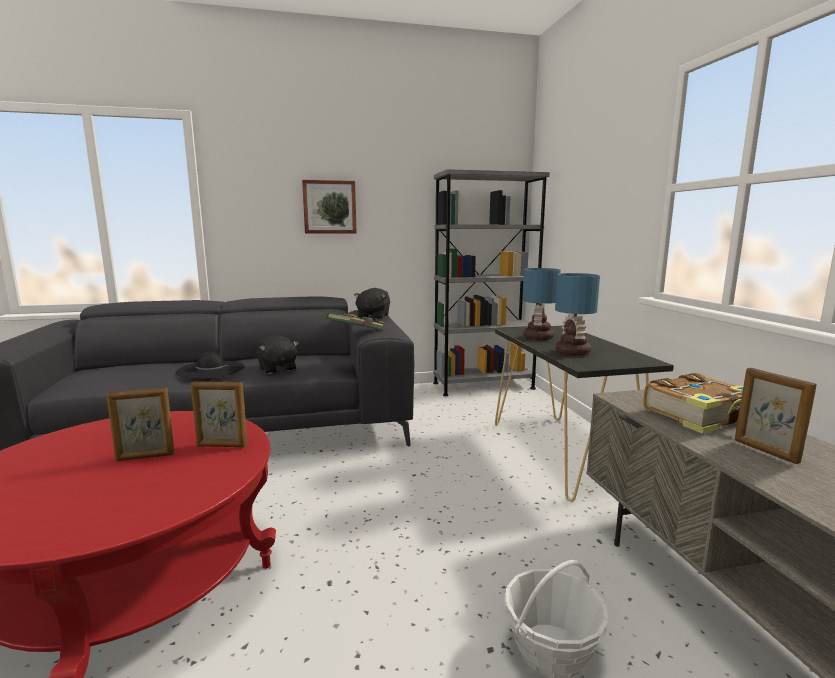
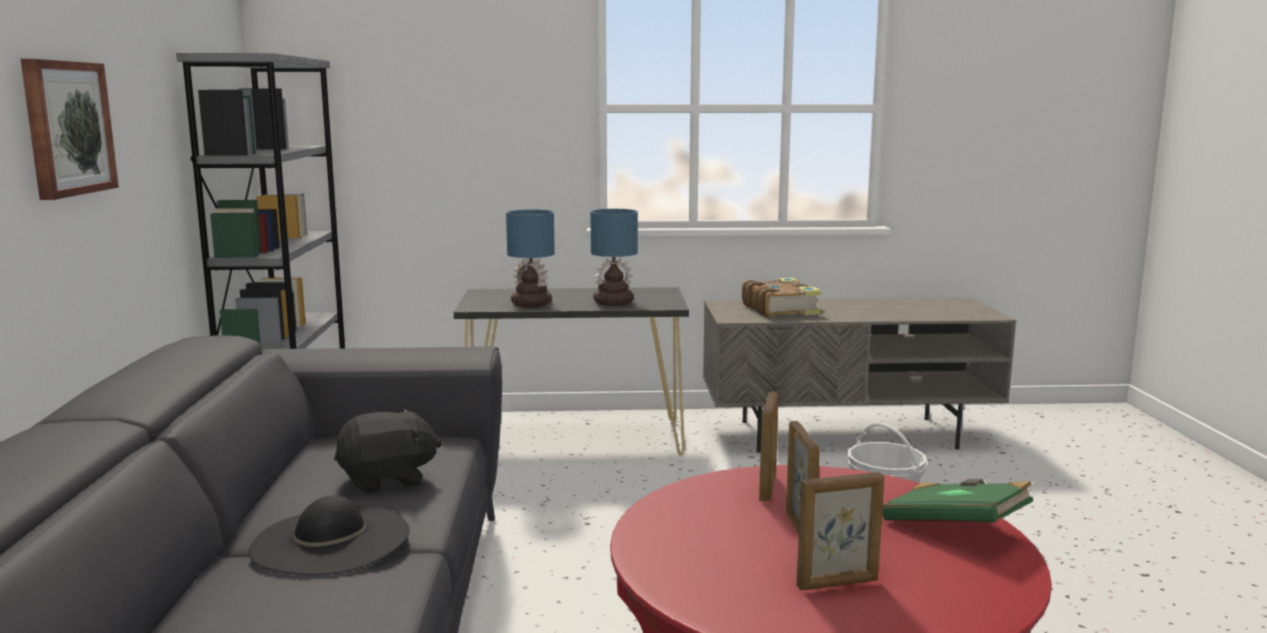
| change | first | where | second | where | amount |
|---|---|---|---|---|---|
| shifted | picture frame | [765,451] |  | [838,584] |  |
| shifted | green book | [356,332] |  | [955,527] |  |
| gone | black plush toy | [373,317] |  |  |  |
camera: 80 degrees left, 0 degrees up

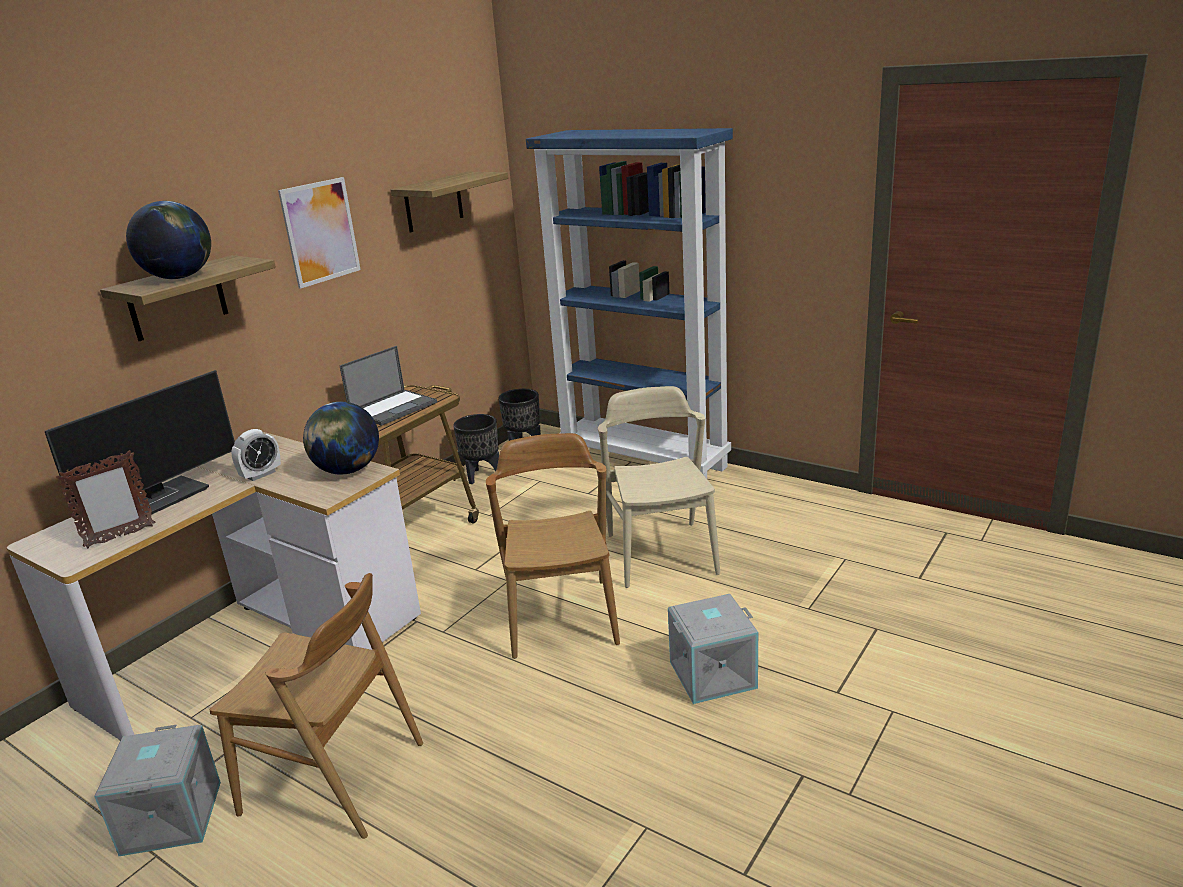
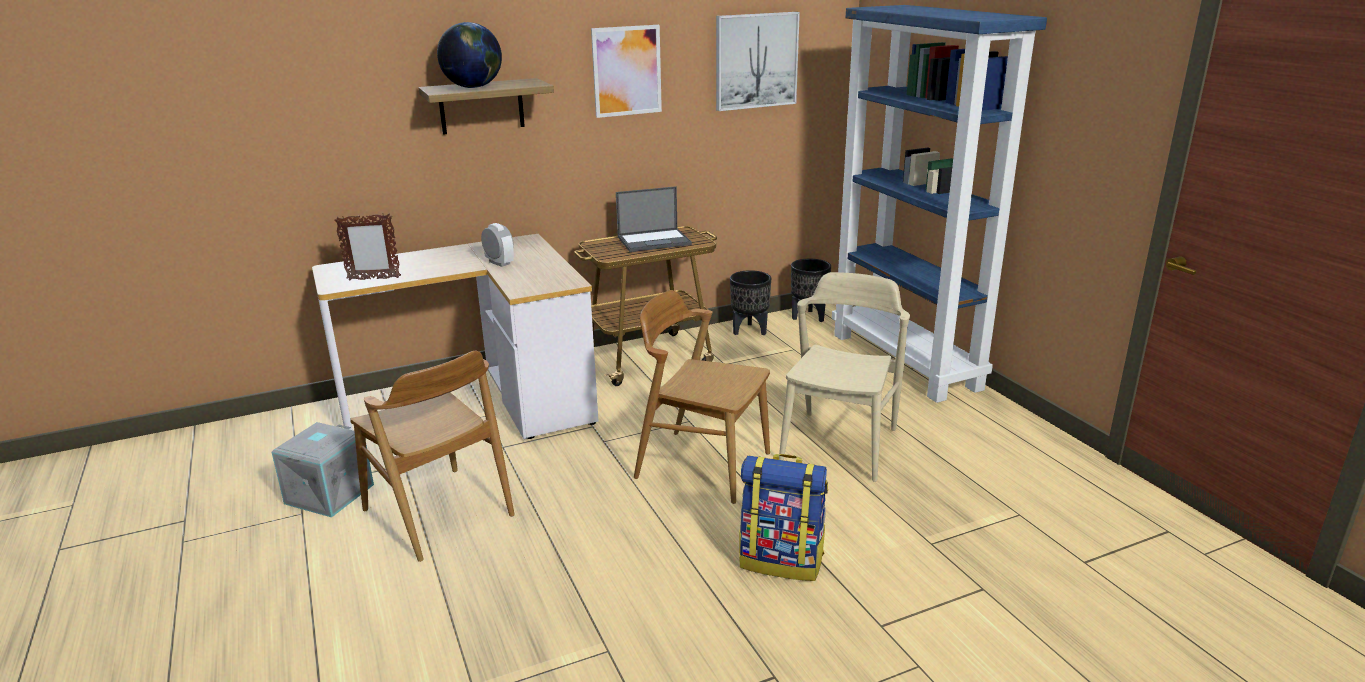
| change | first | where | second | where | amount |
|---|---|---|---|---|---|
| rotated | alarm clock | [261,474] |  | [499,263] | 120 degrees counterclockwise |
| rotated | brown chair | [562,617] |  | [702,465] | 90 degrees counterclockwise |
| swapped | shelf | [433,202] | picture | [756,61] |  |
| swapped | grey storage box | [712,673] | backpack | [782,560] |  |
| gone | monitor | [161,498] |  |  |  |
| gone | globe | [347,470] |  |  |  |
camera: 30 degrees right, 0 degrees up

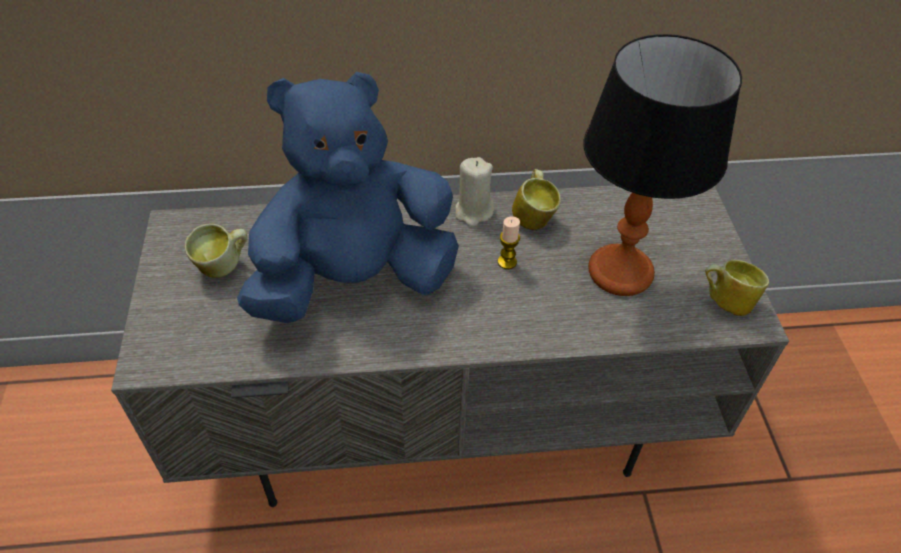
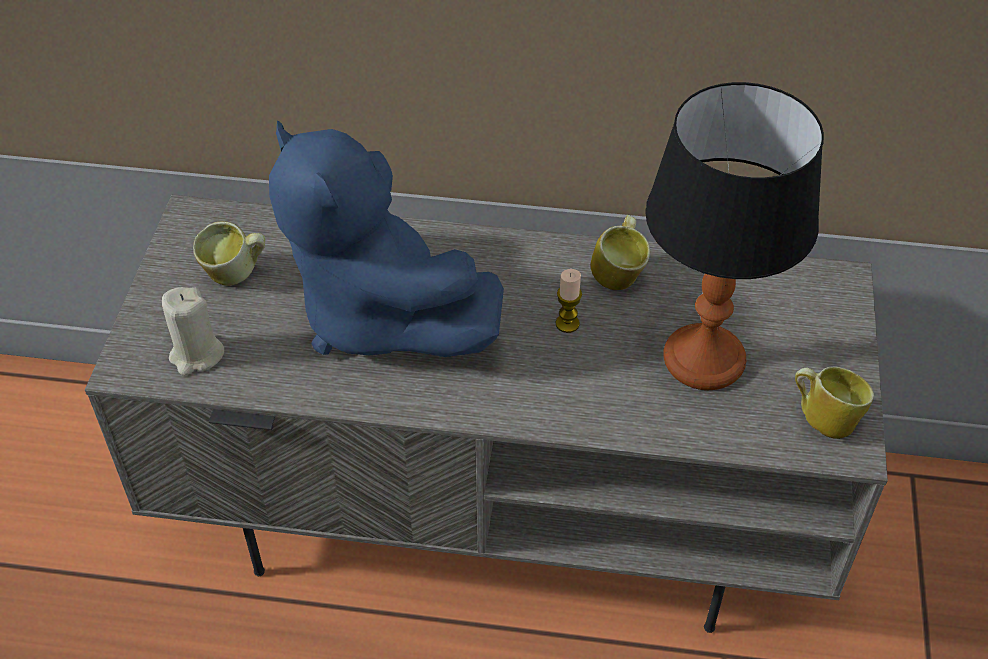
| change | first | where | second | where | amount |
|---|---|---|---|---|---|
| shifted | beige candle | [473,212] |  | [196,355] |  |
| rotated | blue plush toy | [354,280] |  | [379,315] | 120 degrees counterclockwise |
camera: 15 degrees right, 0 degrees up

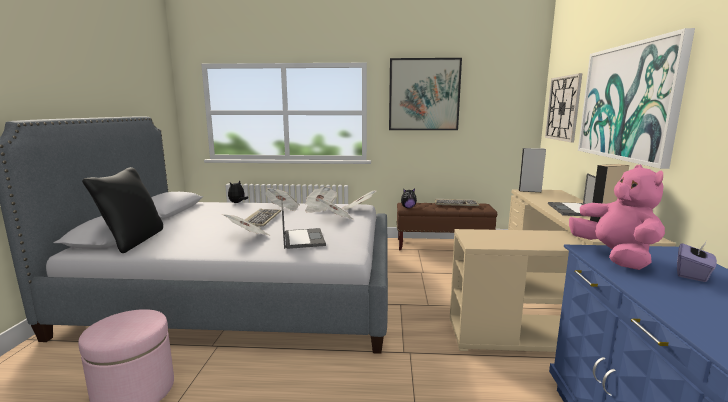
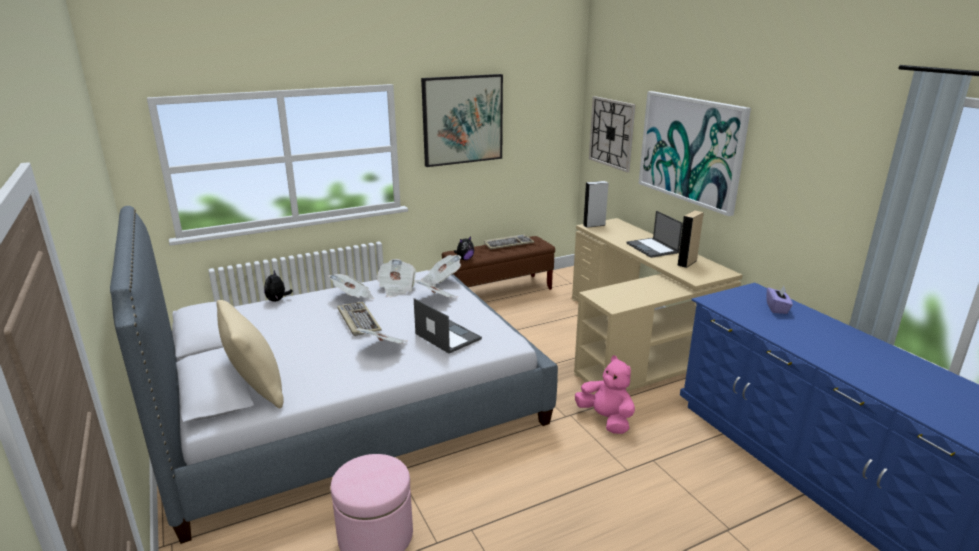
| change | first | where | second | where | amount |
|---|---|---|---|---|---|
| repainted | black pillow | [133,240] | beige pillow | [256,390] |  |
| shifted | pink plush toy | [614,257] |  | [606,419] |  |
camera: 30 degrees left, 10 degrees up

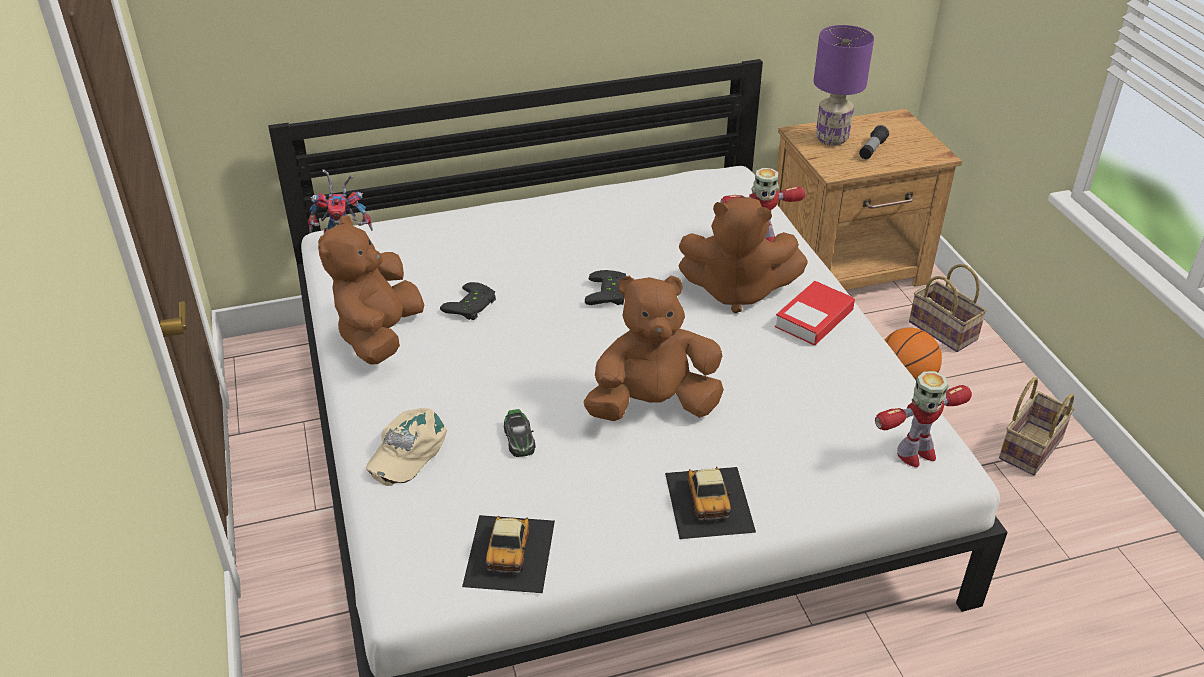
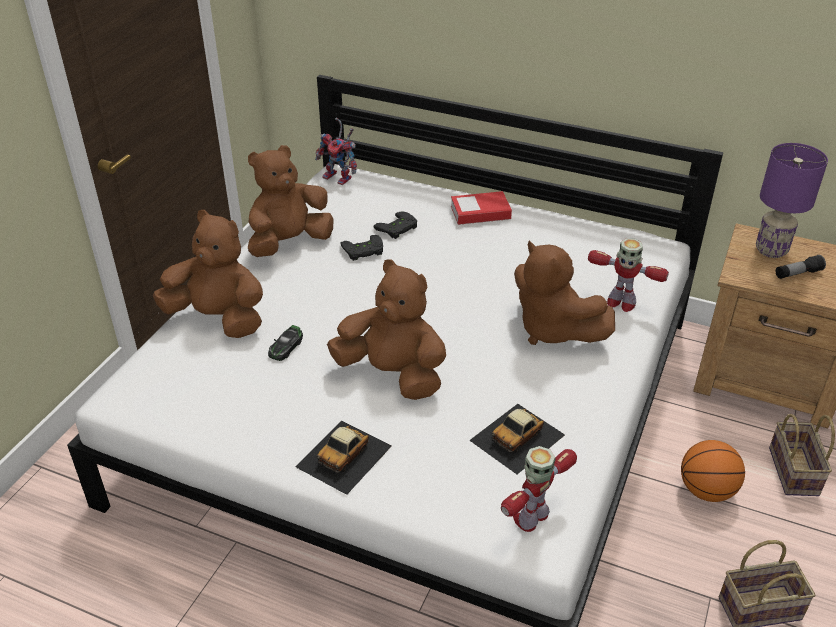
| change | first | where | second | where | amount |
|---|---|---|---|---|---|
| swapped | beige cap | [407,450] | brown plush toy | [218,318] |  |
| shifted | black game controller | [610,292] |  | [398,229] |  |
| shifted | book | [814,319] |  | [480,213] |  |
| shifted | toy car | [510,552] |  | [518,437] |  |
| rotated | toy robot | [915,453] |  | [532,517] | 120 degrees clockwise |
camera: 40 degrees right, 0 degrees up

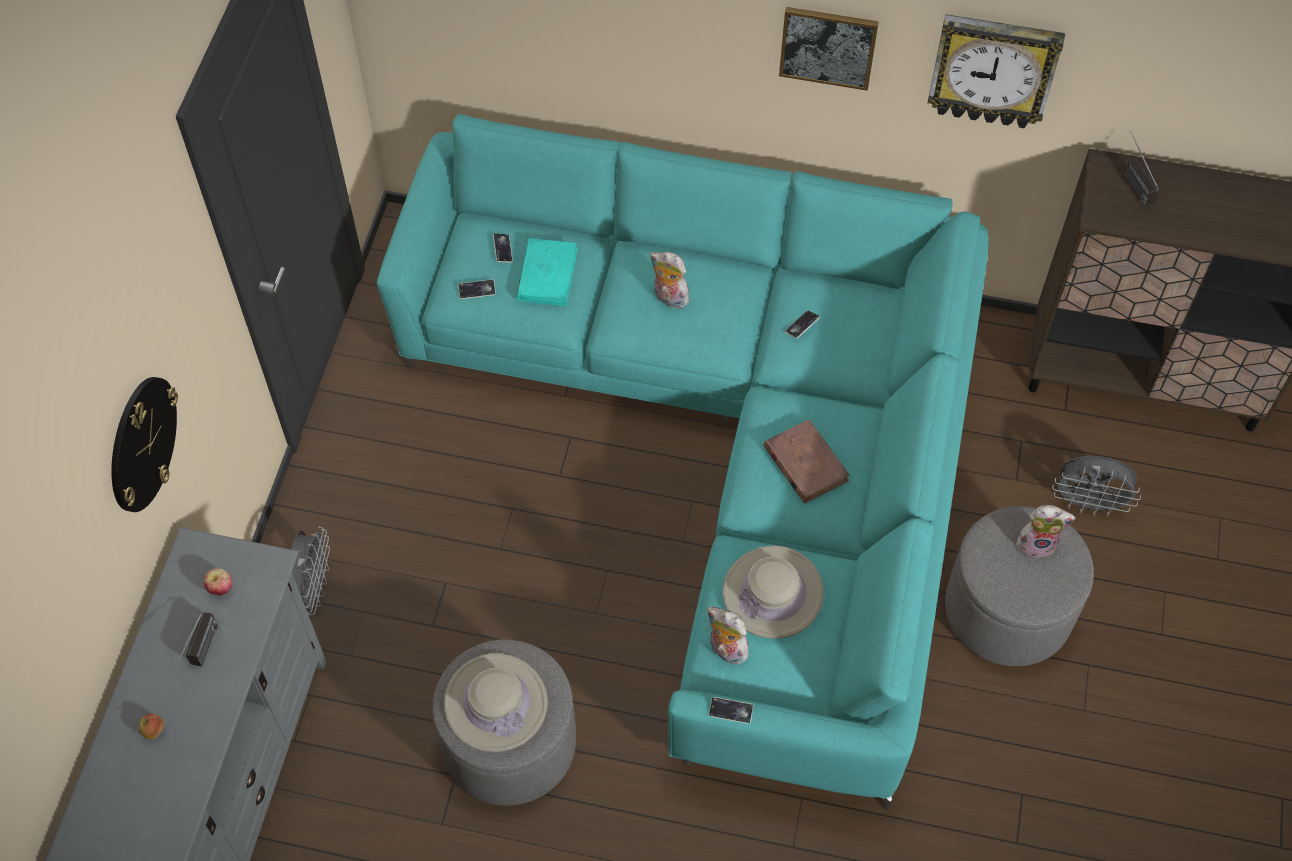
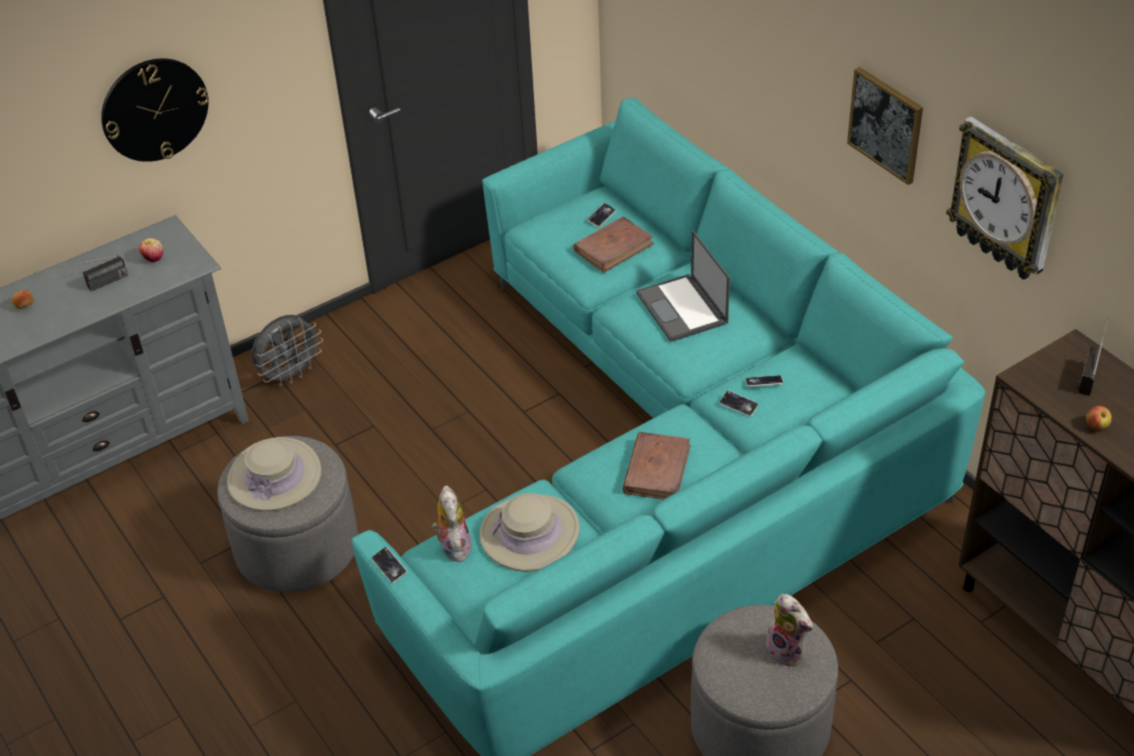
| change | first | where | second | where | amount |
|---|---|---|---|---|---|
| repainted | turquoise book | [547,274] | brown book | [613,247] |  |
| swapped | plush toy | [668,298] | laptop | [682,309] |  |
| shifted | phone | [477,290] |  | [738,405] |  |
| new |  |  | apple | [1096,426] |  |
| gone | grey fan | [1088,503] |  |  |  |
camera: 45 degrees right, 15 degrees down

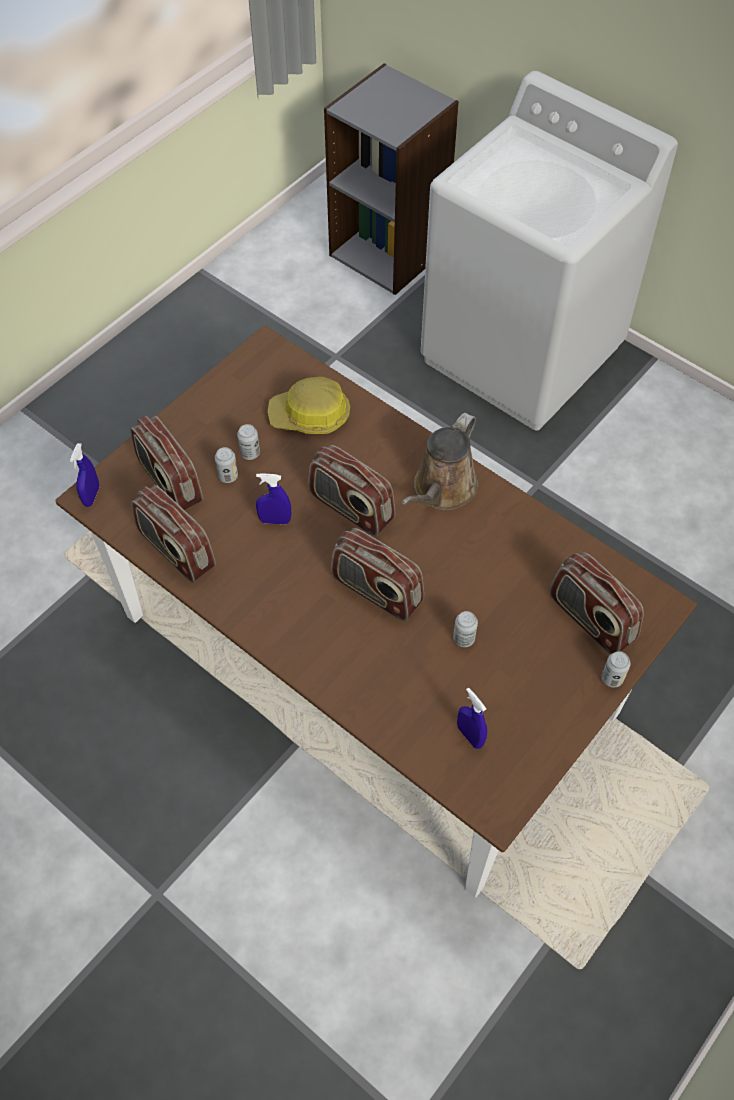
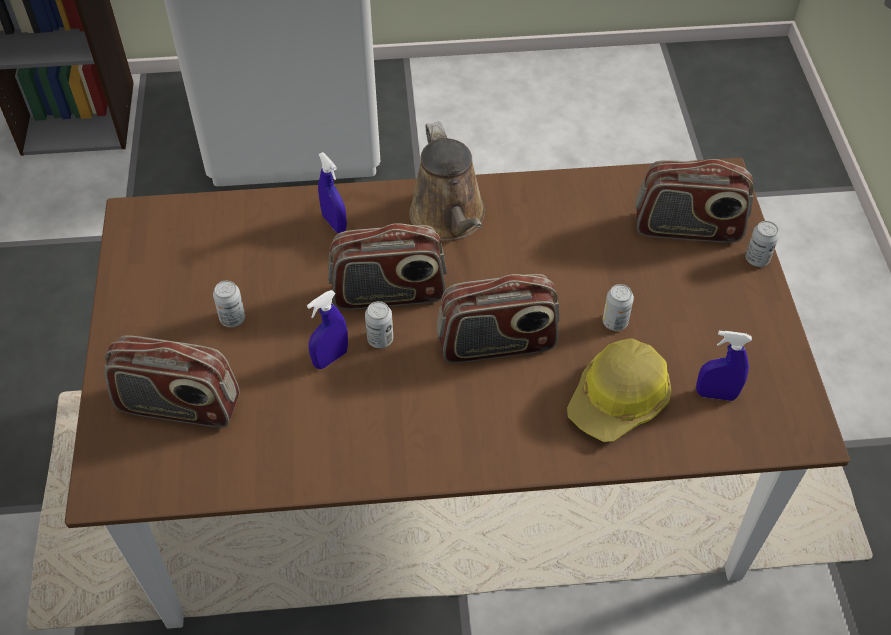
| change | first | where | second | where | amount |
|---|---|---|---|---|---|
| shifted | blue spray bottle | [91,496] |  | [334,223] |  |
| shifted | can | [228,476] |  | [380,339] |  |
| shifted | hard hat | [310,416] |  | [619,400] |  |
| gone | radio | [176,550] |  |  |  |
camera: 45 degrees left, 5 degrees down

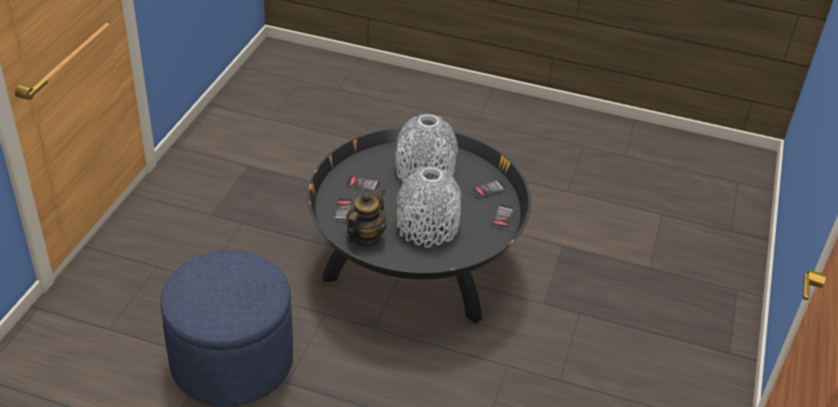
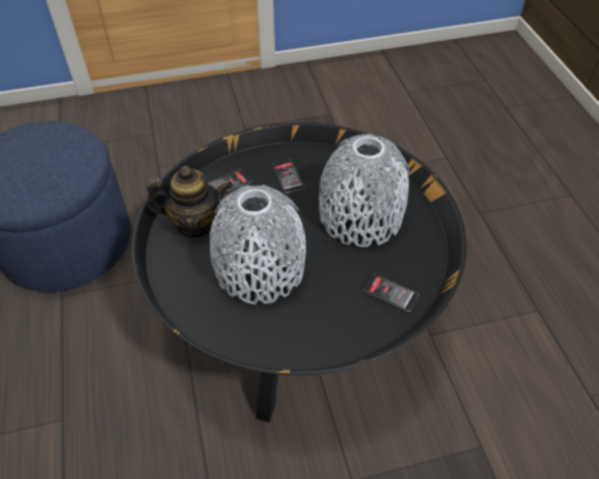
| change | first | where | second | where | amount |
|---|---|---|---|---|---|
| gone | phone | [502,217] |  |  |  |
camera: 60 degrees right, 10 degrees up

